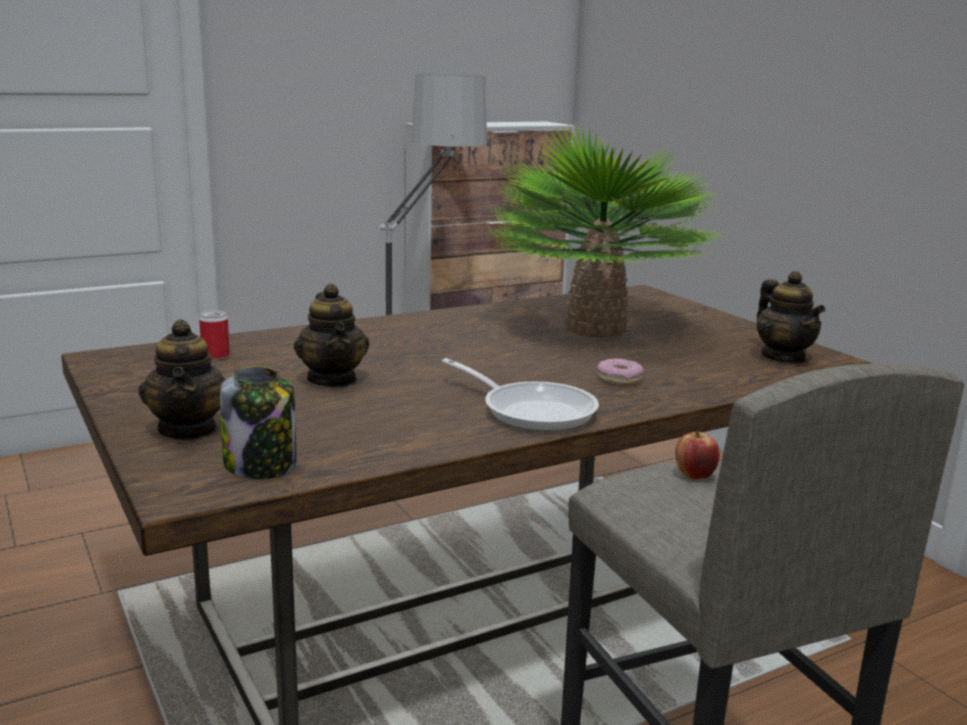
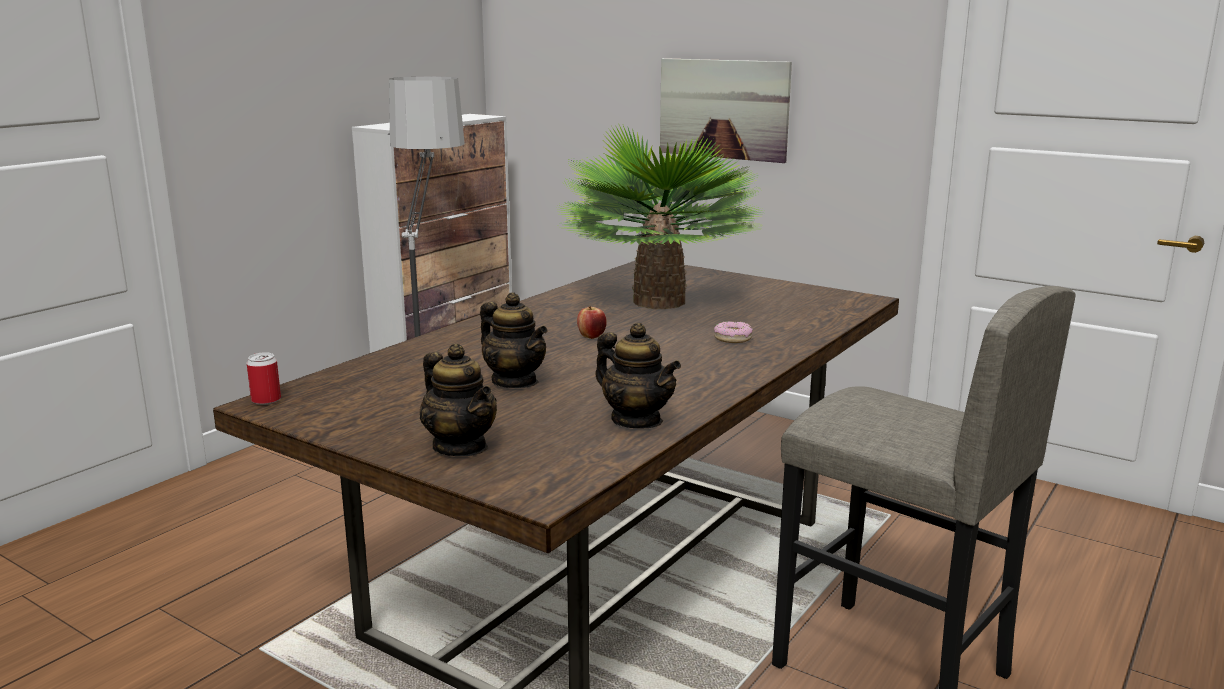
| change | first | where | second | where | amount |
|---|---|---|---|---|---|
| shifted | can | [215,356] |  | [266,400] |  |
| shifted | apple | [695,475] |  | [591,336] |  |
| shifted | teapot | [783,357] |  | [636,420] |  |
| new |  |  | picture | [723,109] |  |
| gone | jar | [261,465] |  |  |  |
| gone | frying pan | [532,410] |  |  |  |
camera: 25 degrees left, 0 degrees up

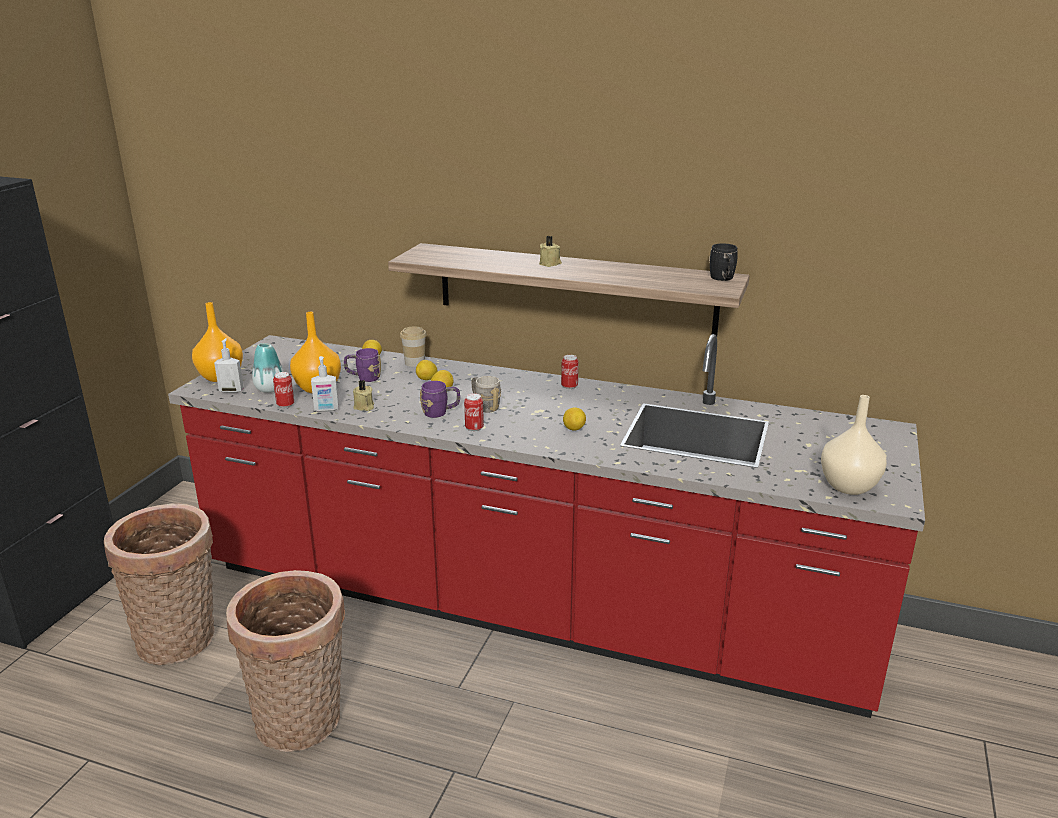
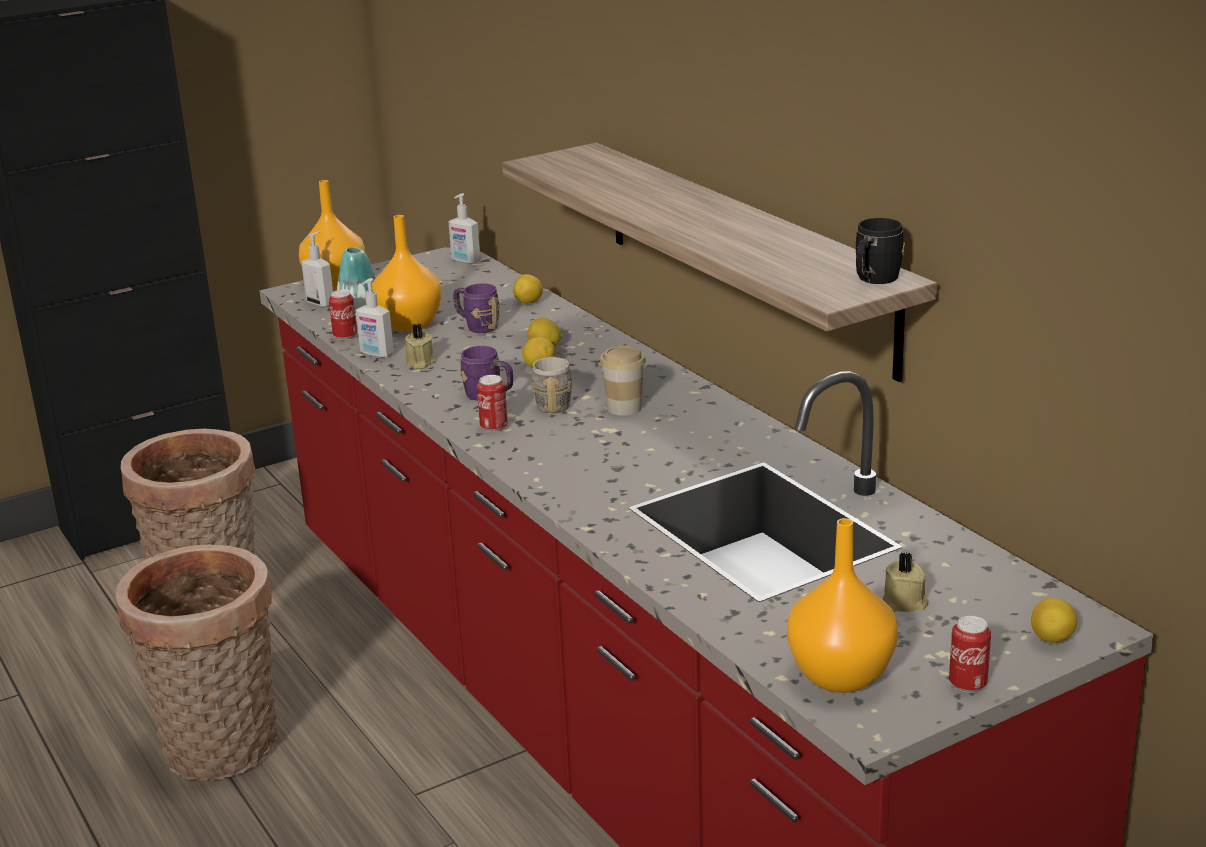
| change | first | where | second | where | amount |
|---|---|---|---|---|---|
| new |  |  | soap dispenser | [465,261] |  |
| shifted | cup | [414,363] |  | [624,408] |  |
| repainted | beige vase | [847,486] | orange vase | [840,675] |  |
| shifted | beige candle | [550,264] |  | [905,603] |  |
| shifted | can | [569,386] |  | [967,684] |  |
| shifted | lemon | [574,429] |  | [1052,639] |  |
camera: 40 degrees right, 0 degrees up

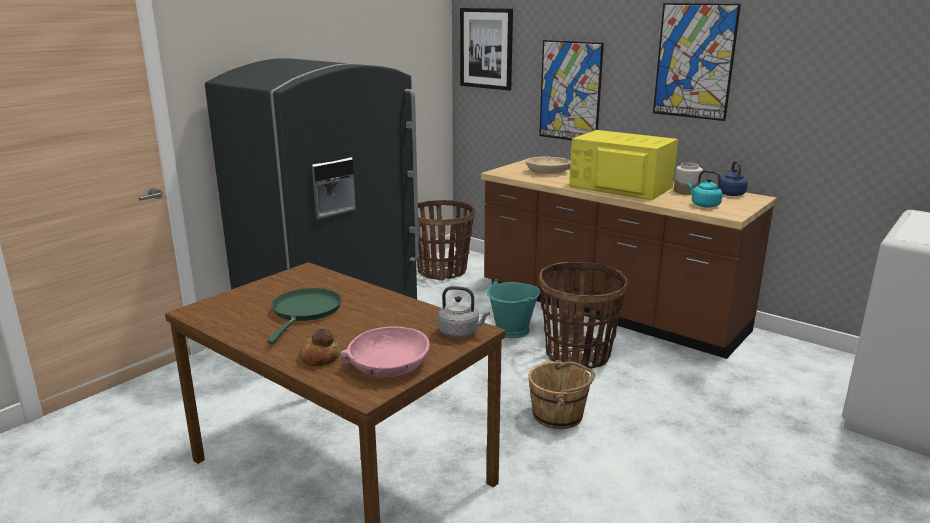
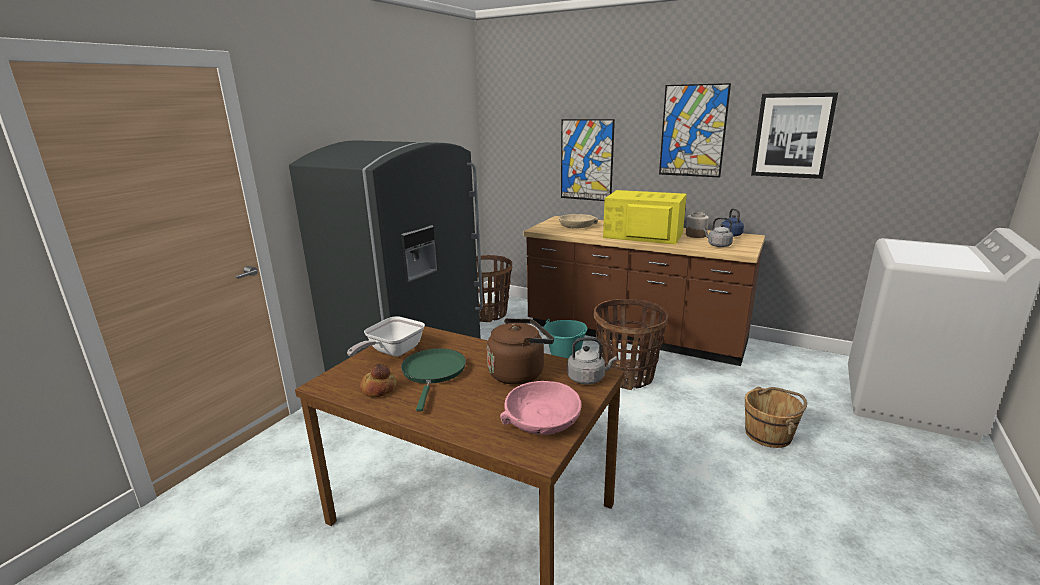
| change | first | where | second | where | amount |
|---|---|---|---|---|---|
| new |  |  | frying pan | [392,352] |  |
| shifted | bread | [320,357] |  | [378,388] |  |
| new |  |  | brown kettle | [519,373] |  |
| repainted | turquoise kettle | [703,205] | grey kettle | [718,245] |  |
| shifted | brown bucket | [558,415] |  | [769,434] |  |
| shifted | picture | [486,48] |  | [792,135] |  |
camera: 10 degrees left, 0 degrees up

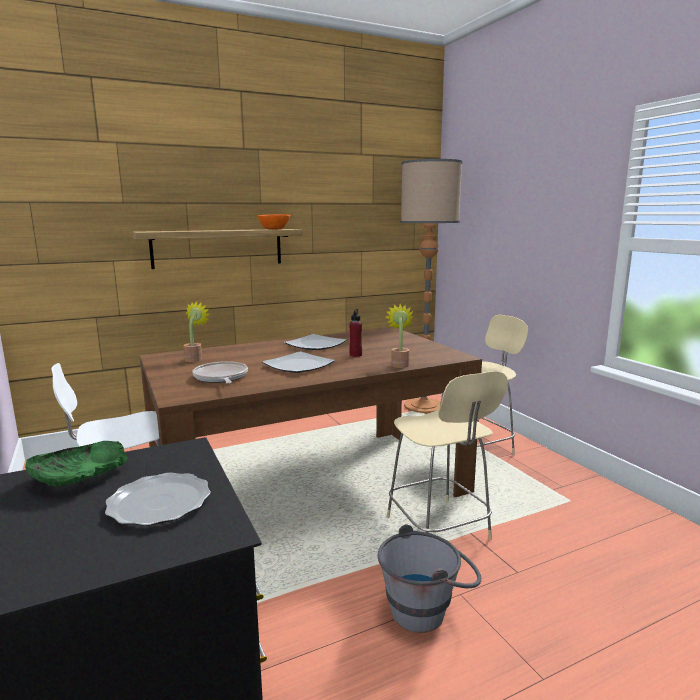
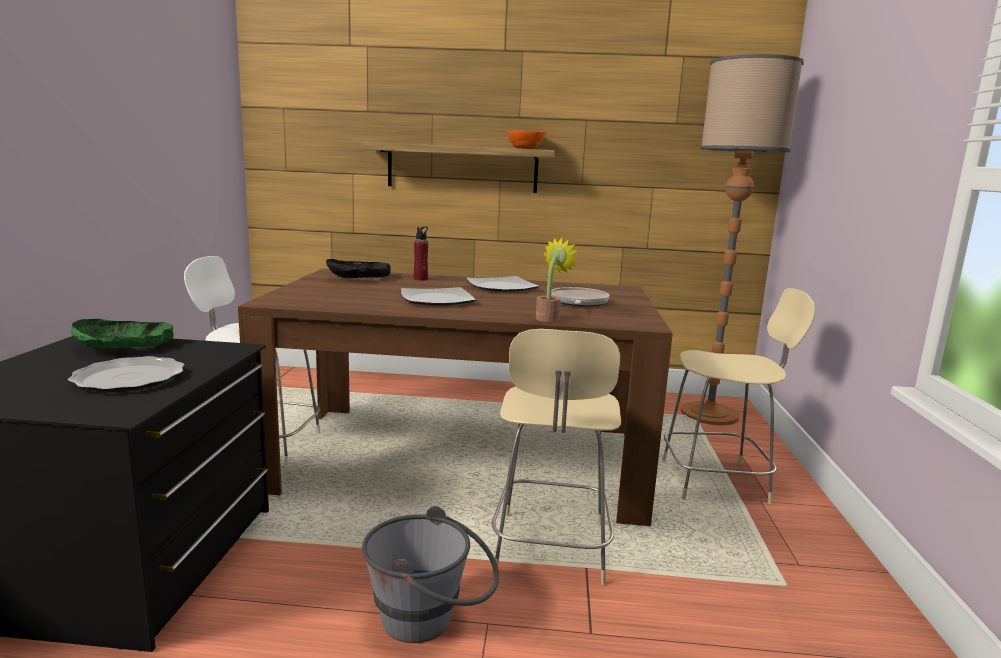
| change | first | where | second | where | amount |
|---|---|---|---|---|---|
| swapped | potted plant | [195,358] | black bowl | [358,278] |  |
| shifted | red bottle | [355,355] |  | [420,279] |  |
| shifted | frying pan | [221,377] |  | [578,302] |  |
camera: 30 degrees right, 0 degrees up

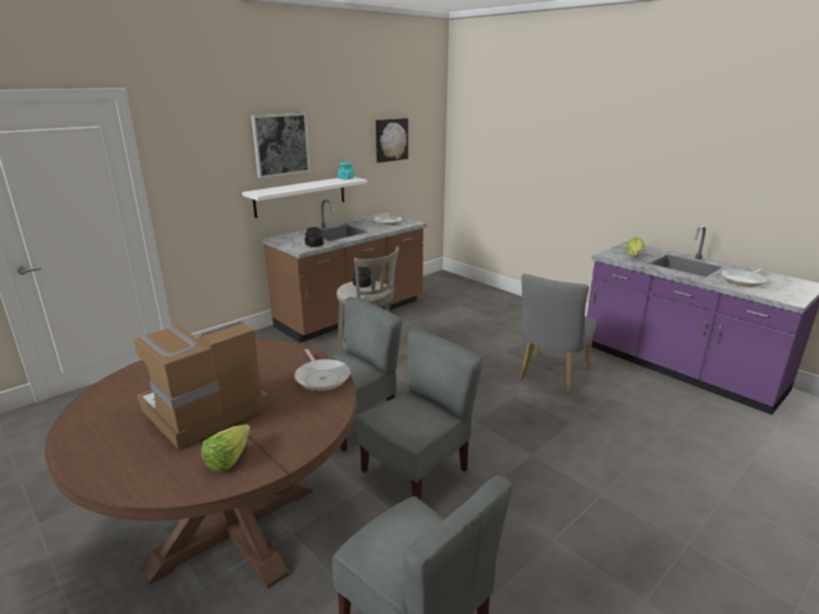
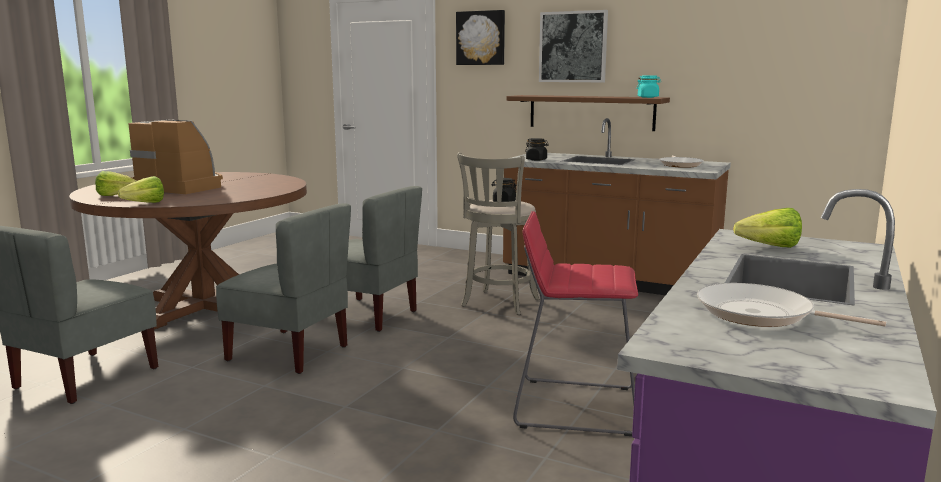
| change | first | where | second | where | amount |
|---|---|---|---|---|---|
| new |  |  | lettuce | [141,204] |  |
| shifted | picture | [391,139] |  | [481,38] |  |
| repainted | white shelf | [300,196] | brown shelf | [591,112] |  |
| swapped | grey chair | [550,375] | red stool | [575,406] |  |
| gone | frying pan | [322,377] |  |  |  |
camera: 70 degrees right, 10 degrees down

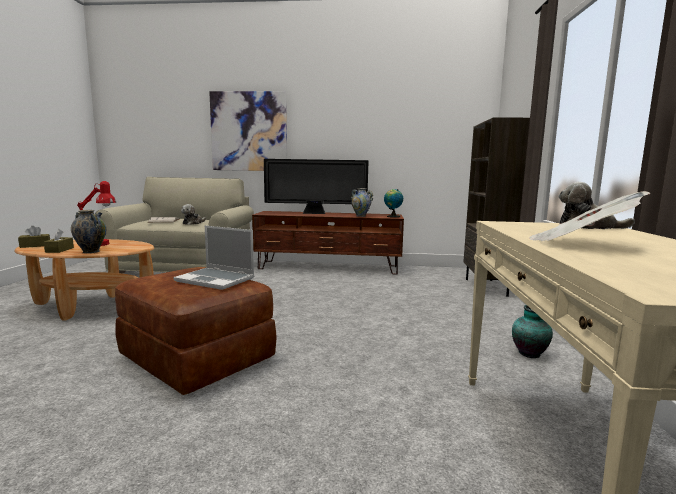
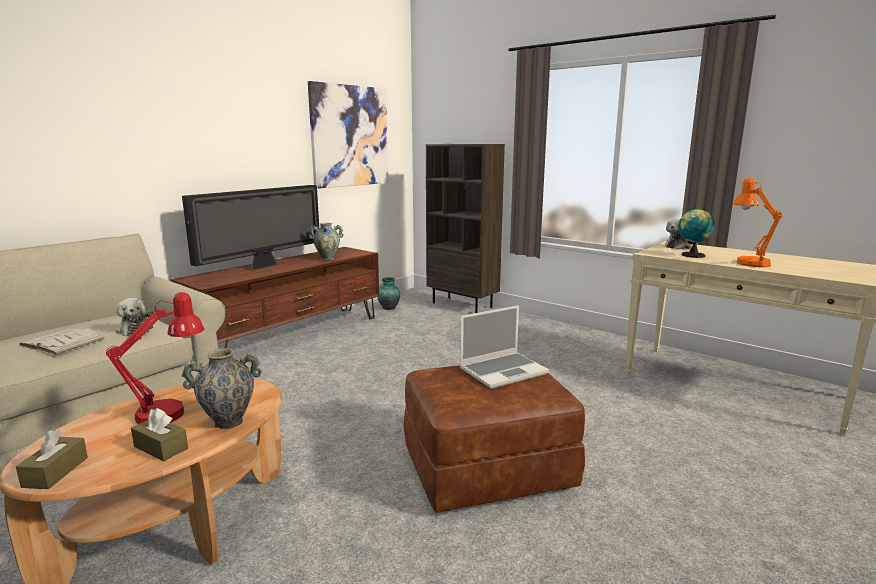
| change | first | where | second | where | amount |
|---|---|---|---|---|---|
| shifted | picture | [249,131] |  | [350,136] |  |
| shifted | vase | [529,353] |  | [389,308] |  |
| shifted | globe | [392,216] |  | [692,255] |  |
| swapped | newspaper | [580,244] | orange table lamp | [748,262] |  |
camera: 55 degrees left, 5 degrees up

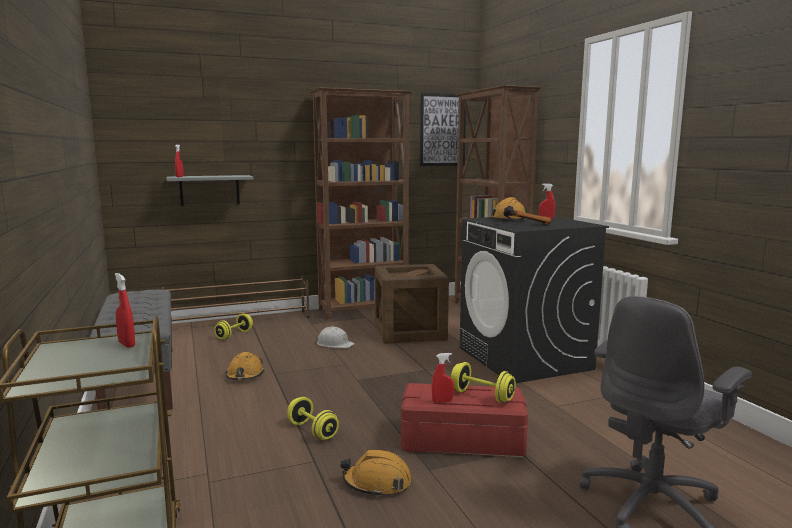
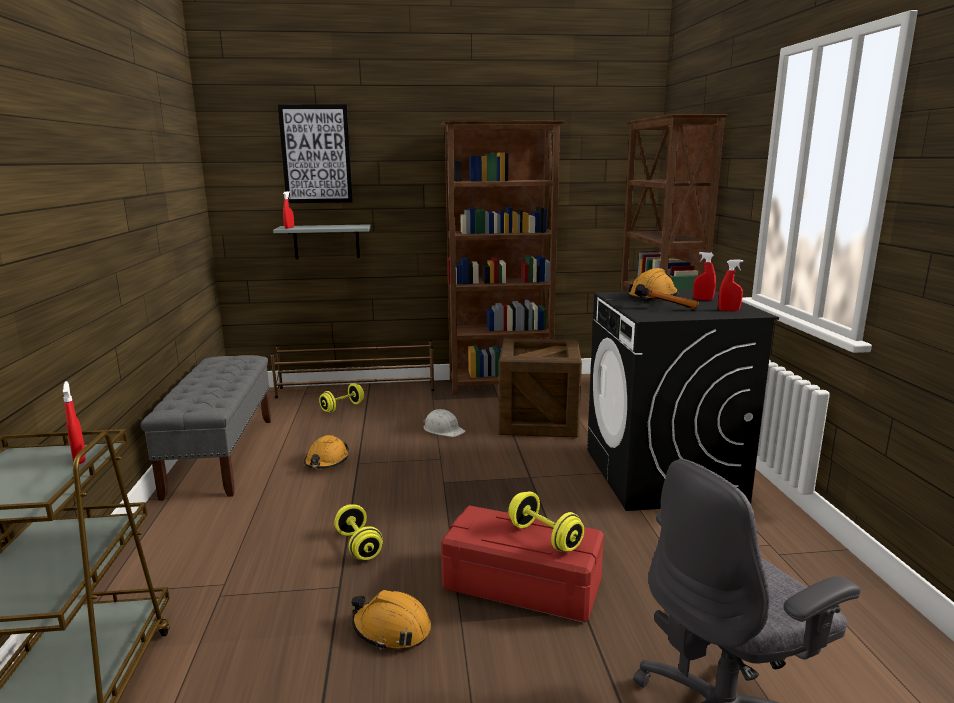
| change | first | where | second | where | amount |
|---|---|---|---|---|---|
| shifted | picture | [442,130] |  | [316,154] |  |
| shifted | red spray bottle | [442,401] |  | [729,310] |  |
camera: 15 degrees right, 5 degrees up

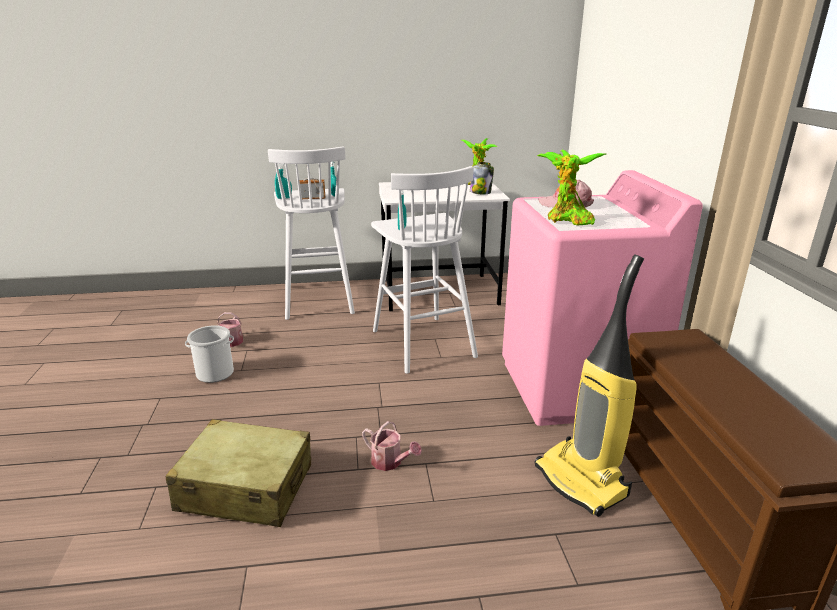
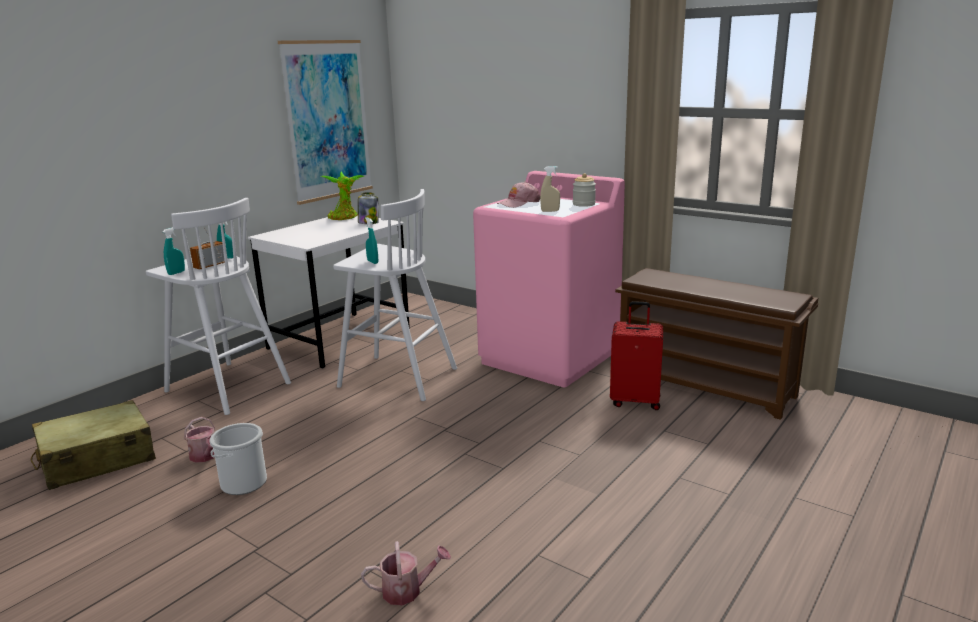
| change | first | where | second | where | amount |
|---|---|---|---|---|---|
| shifted | beige suitcase | [246,488] |  | [97,460] |  |
| new |  |  | picture | [327,120] |  |
| shifted | watering can | [390,462] |  | [407,590] |  |
| swapped | potted plant | [567,220] | beige spray bottle | [550,211] |  |
| new |  |  | jar | [584,204] |  |
| swapped | vacuum cleaner | [582,481] | red suitcase | [635,401] |  |
camera: 45 degrees left, 5 degrees down

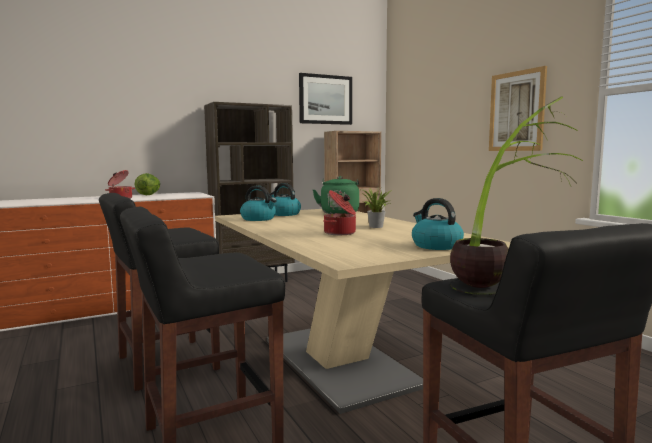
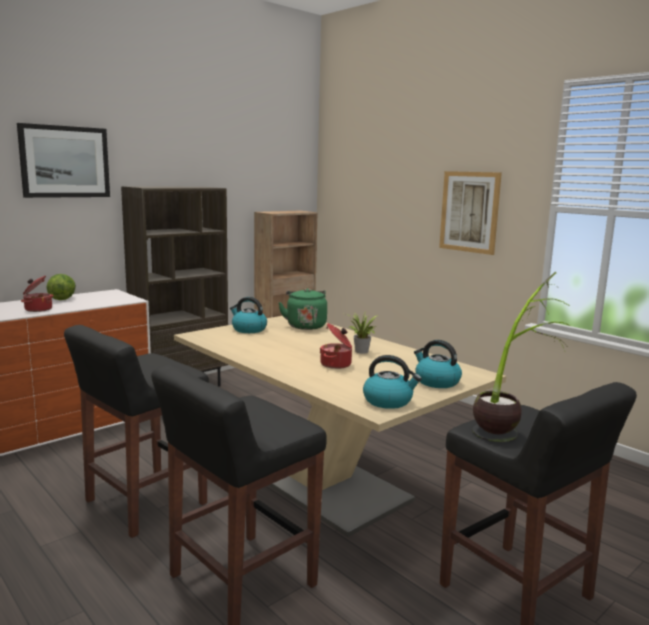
| change | first | where | second | where | amount |
|---|---|---|---|---|---|
| shifted | picture | [325,99] |  | [65,162] |  |
| shifted | kettle | [259,219] |  | [388,401] |  |
camera: 15 degrees left, 5 degrees up

